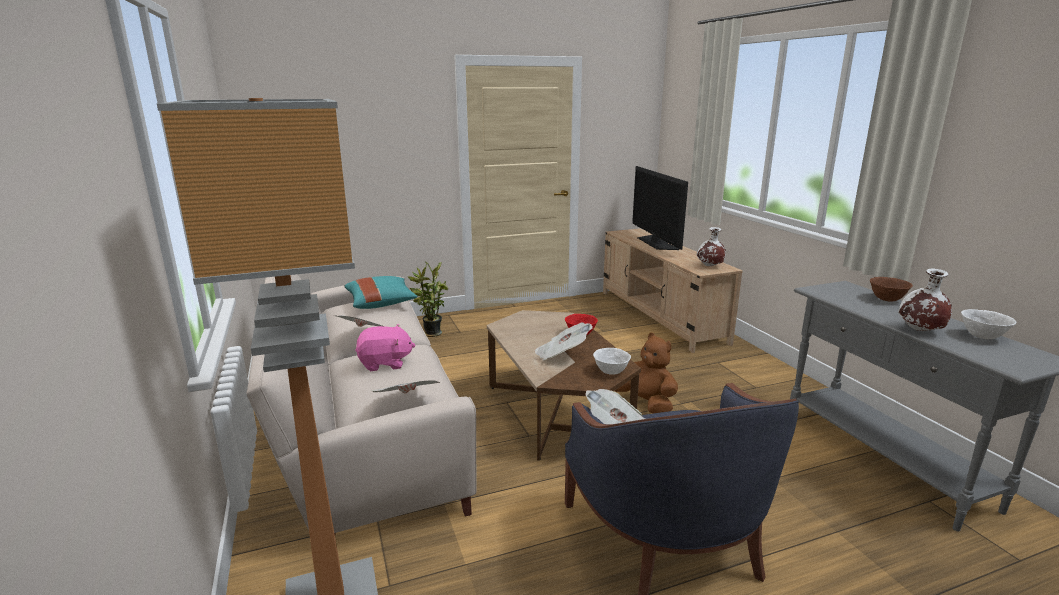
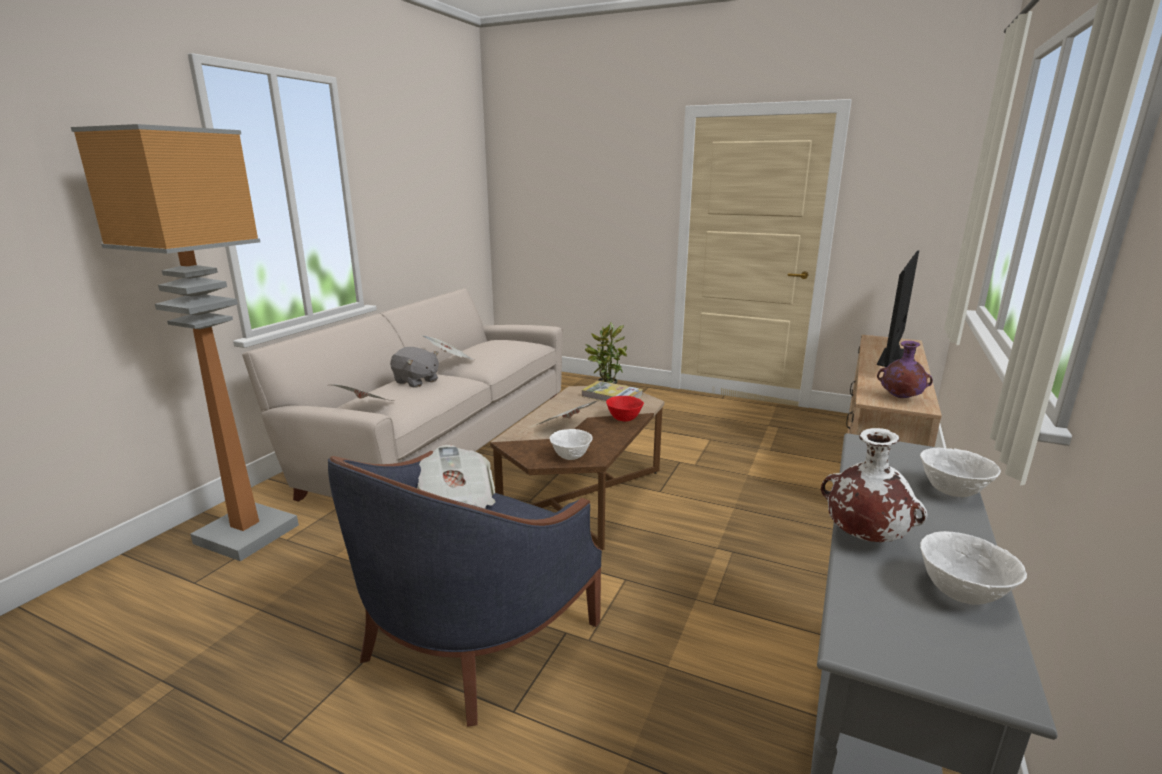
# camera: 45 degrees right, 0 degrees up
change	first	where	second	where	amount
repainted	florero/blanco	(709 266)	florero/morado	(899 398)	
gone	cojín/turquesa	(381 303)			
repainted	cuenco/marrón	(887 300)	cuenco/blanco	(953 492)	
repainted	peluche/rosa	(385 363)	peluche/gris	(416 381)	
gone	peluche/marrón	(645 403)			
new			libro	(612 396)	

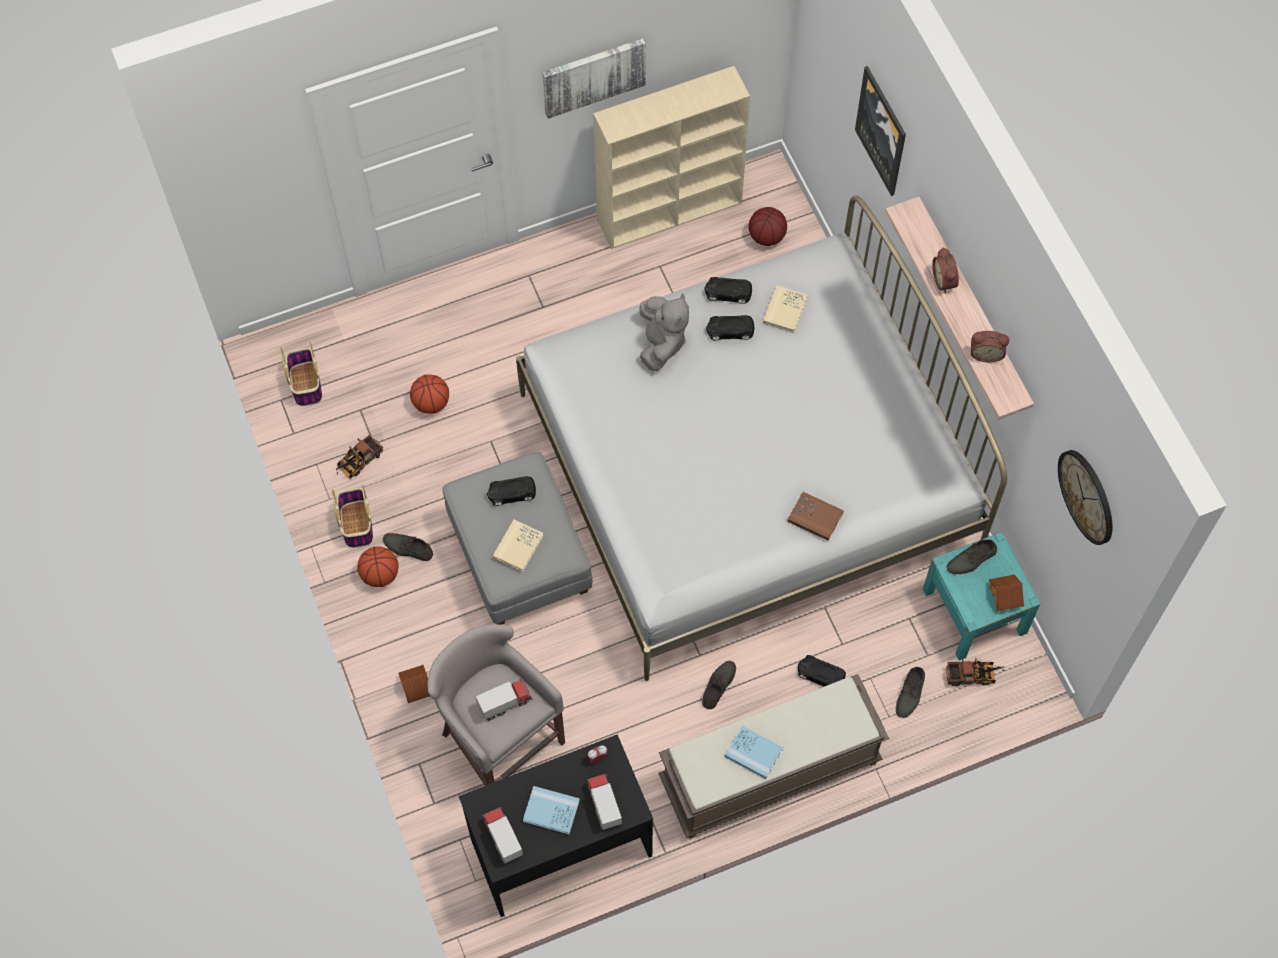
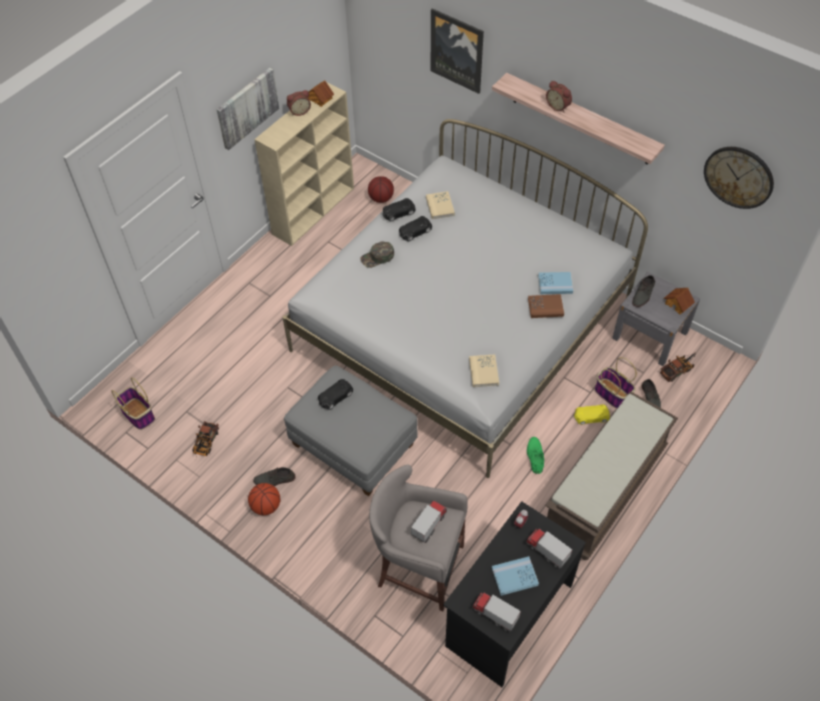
# camera: 30 degrees left, 10 degrees down
change	first	where	second	where	amount
swapped	peluche/gris	(661 343)	gorra/verde	(377 257)	
shifted	despertador	(986 353)		(299 111)	
gone	balón de baloncesto	(431 403)			
shifted	cesta	(356 524)		(611 394)	
shifted	libro/beis	(518 546)		(483 371)	
repainted	mesita de noche/turquesa	(974 611)	mesita de noche/gris	(650 335)	
repainted	coche de juguete/negro	(820 674)	coche de juguete/amarillo	(591 416)	
repainted	zapato/gris	(718 685)	zapato/verde	(535 456)	
shifted	casita	(415 686)		(319 99)	
shifted	libro/azul	(753 753)		(555 284)	

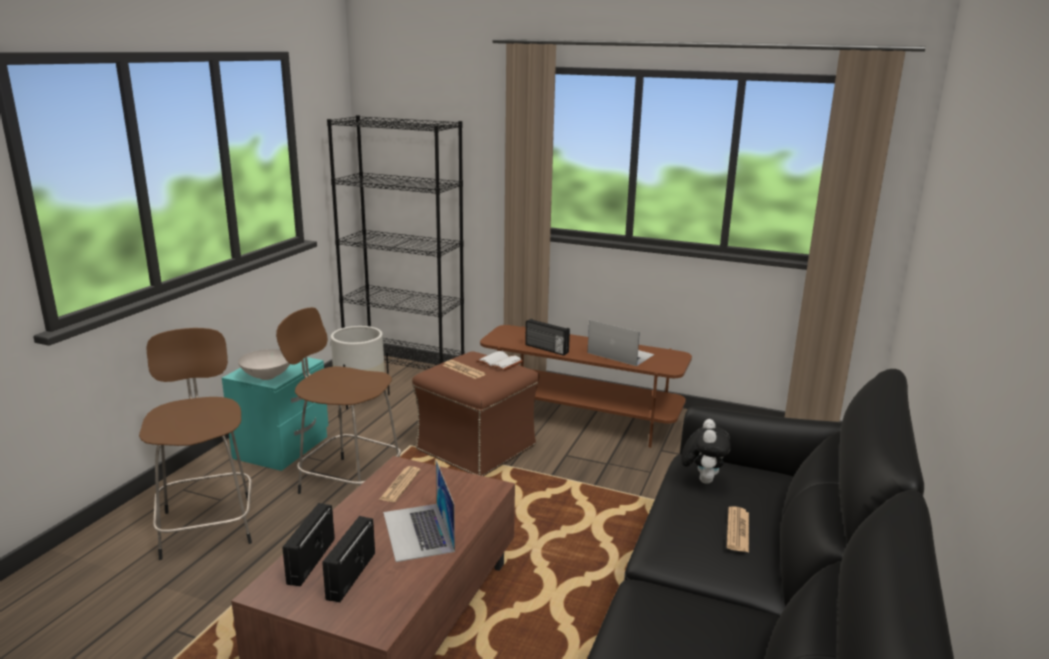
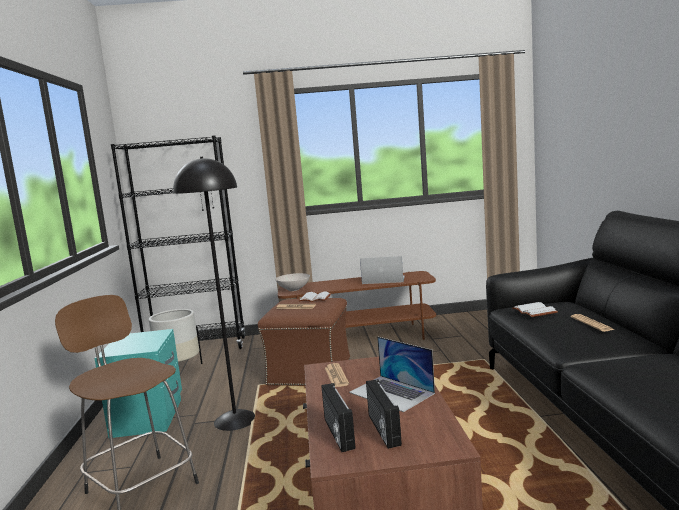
# camera: 25 degrees left, 10 degrees down
change	first	where	second	where	amount
swapped	taburete/marrón	(348 482)	lámpara de pie/negro	(235 419)	
gone	radio	(546 349)			
shifted	cuenco/blanco	(268 376)		(294 289)	
swapped	peluche	(702 479)	libro/blanco	(533 311)	

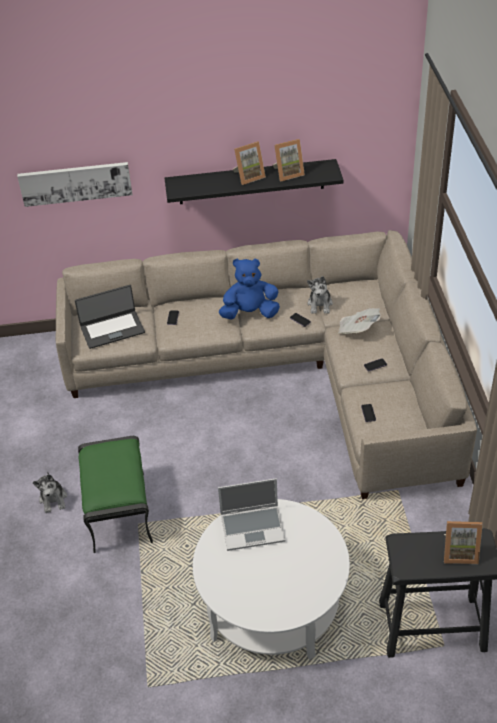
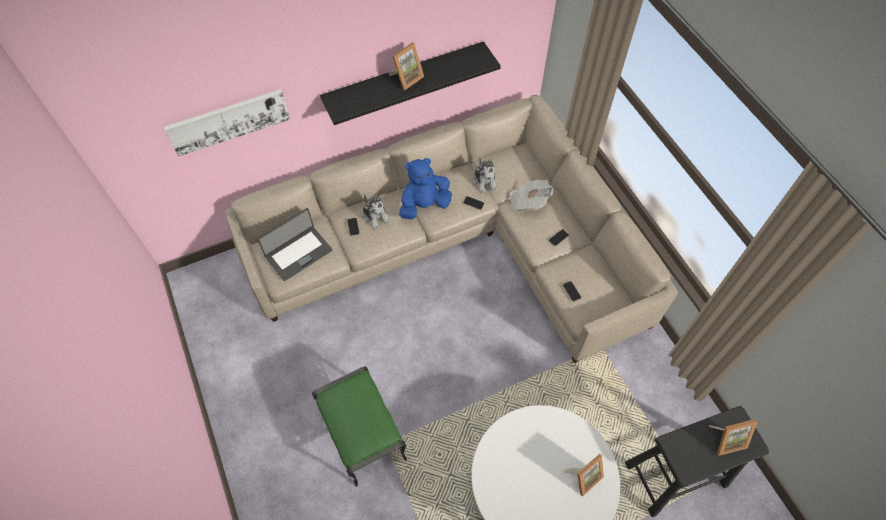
# camera: 20 degrees left, 15 degrees up
change	first	where	second	where	amount
shifted	portarretratos	(288 173)		(584 476)	
shifted	peluche	(53 499)		(375 216)	
gone	portátil	(253 527)			

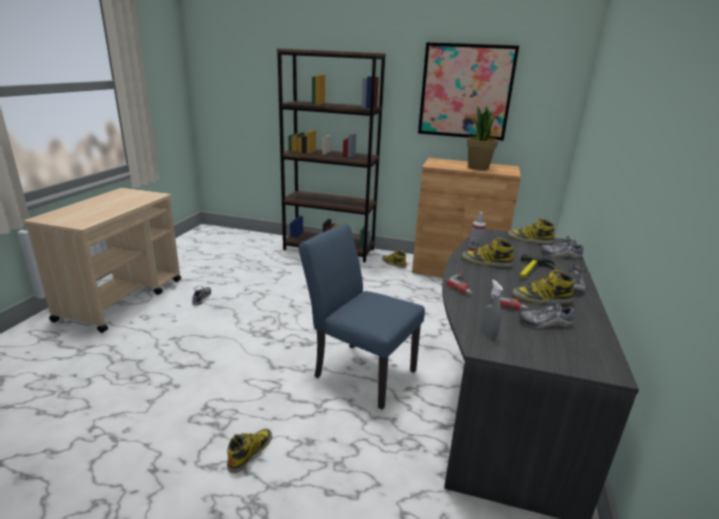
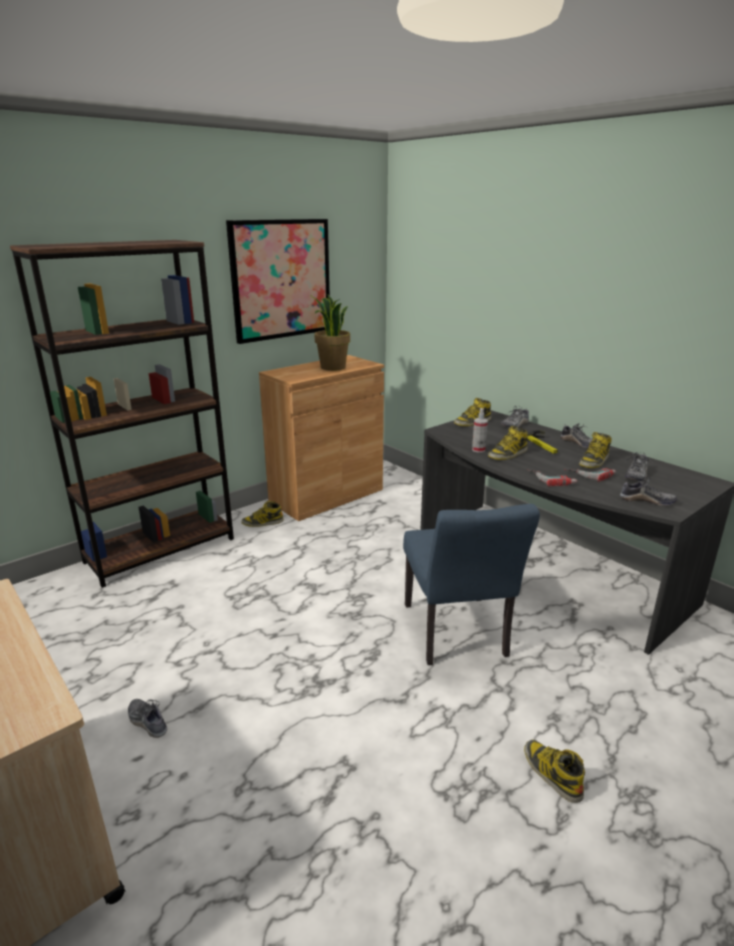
# camera: 55 degrees left, 0 degrees up
change	first	where	second	where	amount
rotated	silla/azul	(358 371)		(457 635)	75 degrees counterclockwise
swapped	pulverizador/gris	(488 333)	zapato	(646 501)	

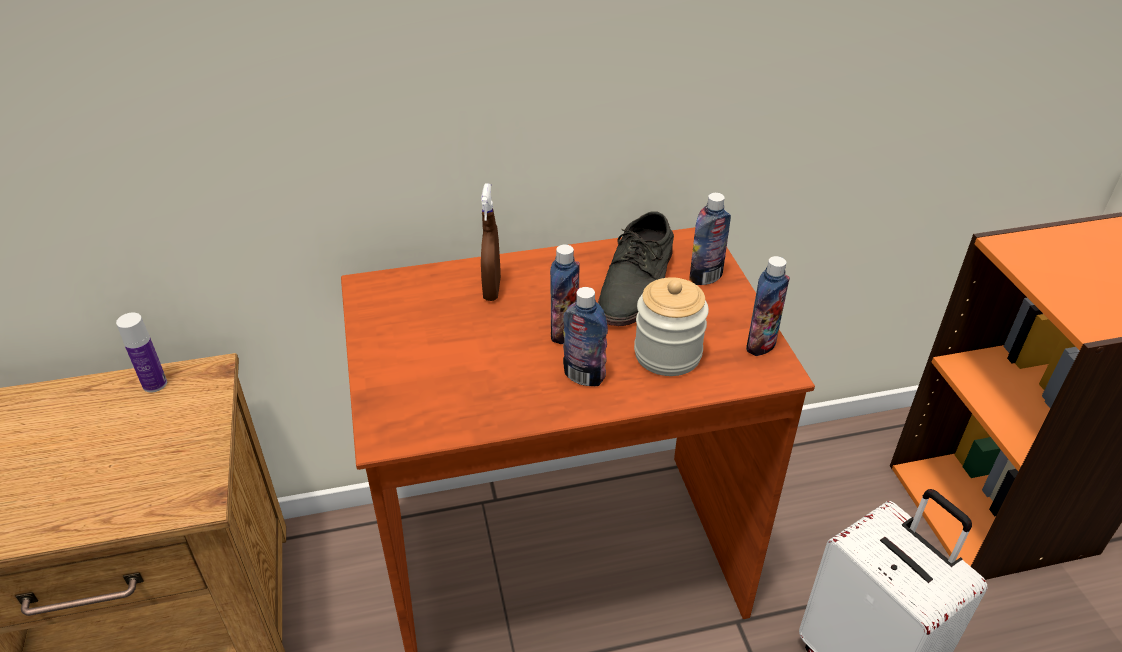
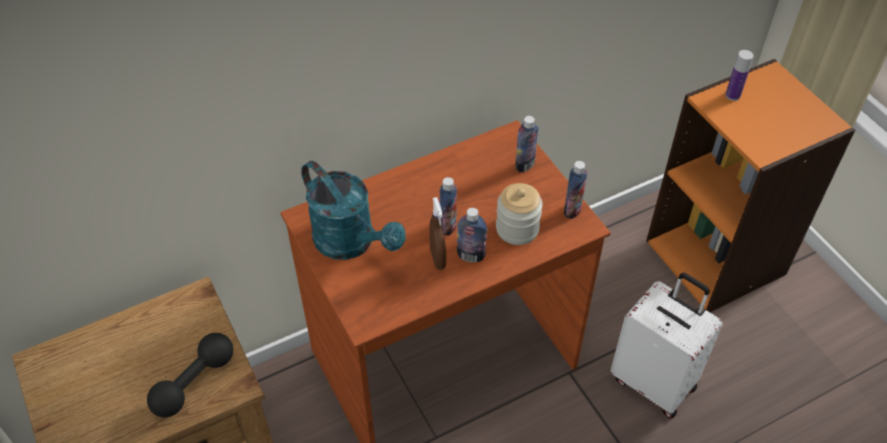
# camera: 15 degrees left, 10 degrees up
change	first	where	second	where	amount
shifted	pulverizador/marrón	(492 289)		(437 258)	
gone	zapato/gris	(637 284)			
shifted	botella	(155 384)		(732 95)	
new			regadera/turquesa	(352 243)	
new			mancuerna/negro	(194 383)	

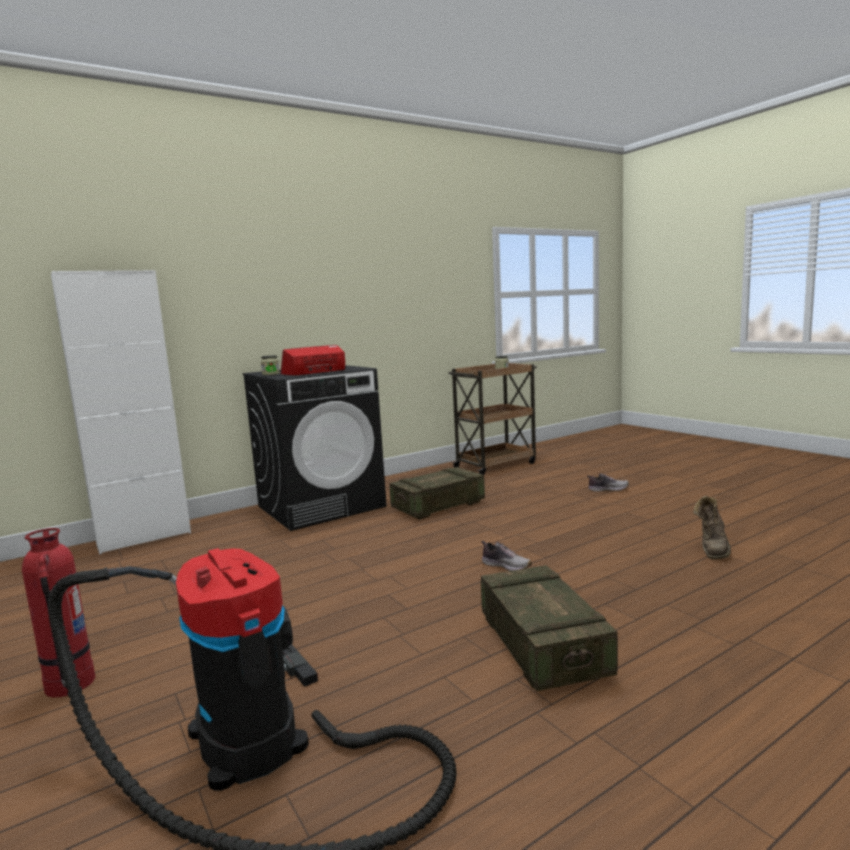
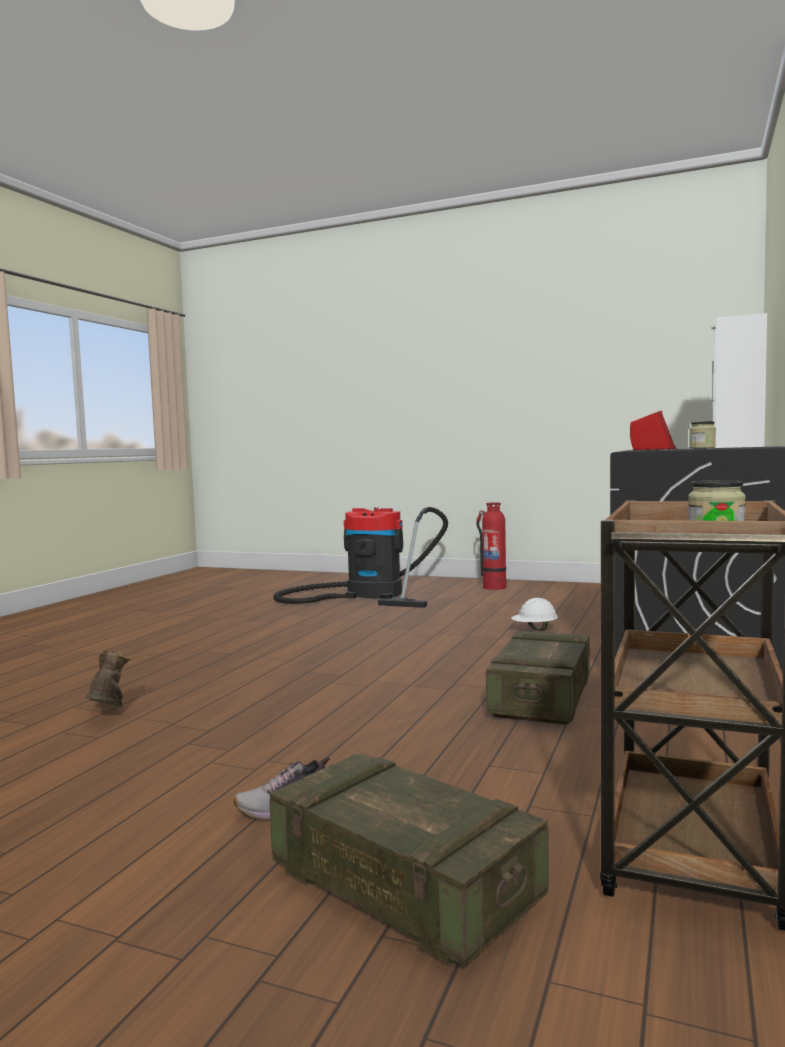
# camera: 145 degrees right, 5 degrees down
change	first	where	second	where	amount
gone	zapato	(506 566)			
shifted	caja de embalaje	(543 646)		(404 887)	
new			casco/blanco	(534 630)	

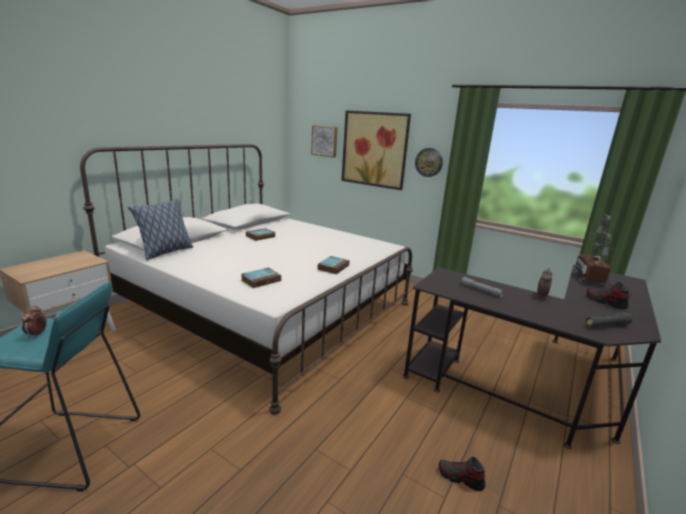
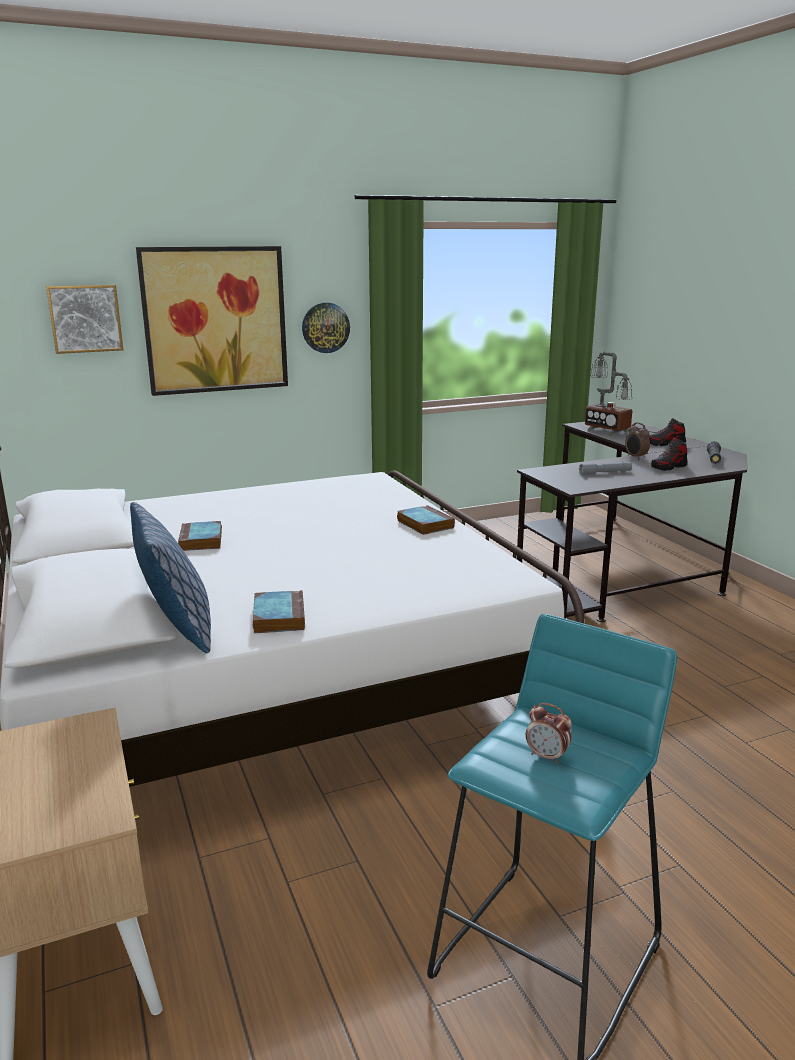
# camera: 55 degrees left, 0 degrees up
change	first	where	second	where	amount
shifted	libro	(261 280)		(278 616)	
shifted	zapato	(460 478)		(668 467)	

